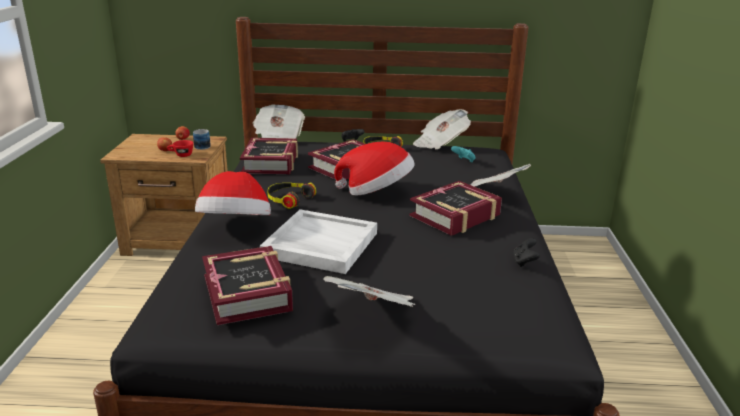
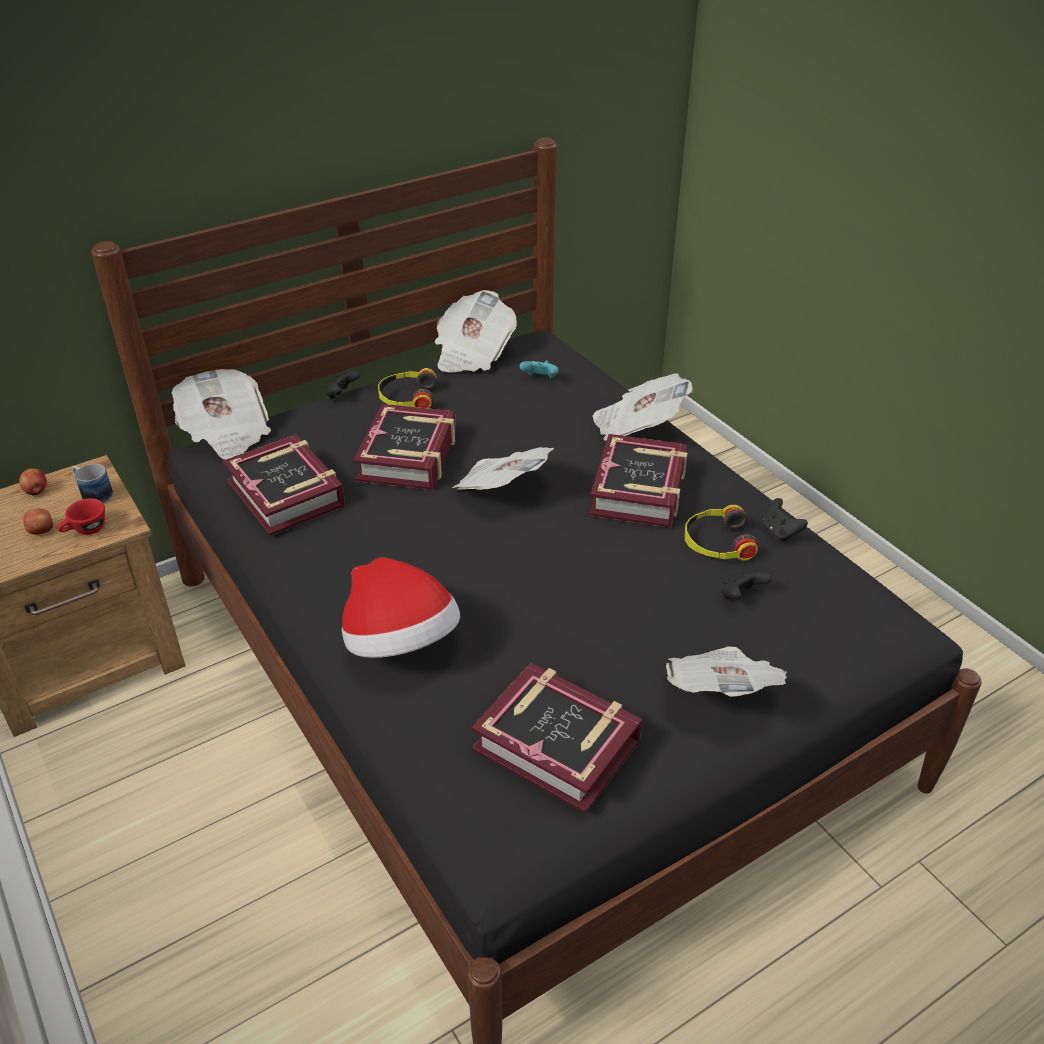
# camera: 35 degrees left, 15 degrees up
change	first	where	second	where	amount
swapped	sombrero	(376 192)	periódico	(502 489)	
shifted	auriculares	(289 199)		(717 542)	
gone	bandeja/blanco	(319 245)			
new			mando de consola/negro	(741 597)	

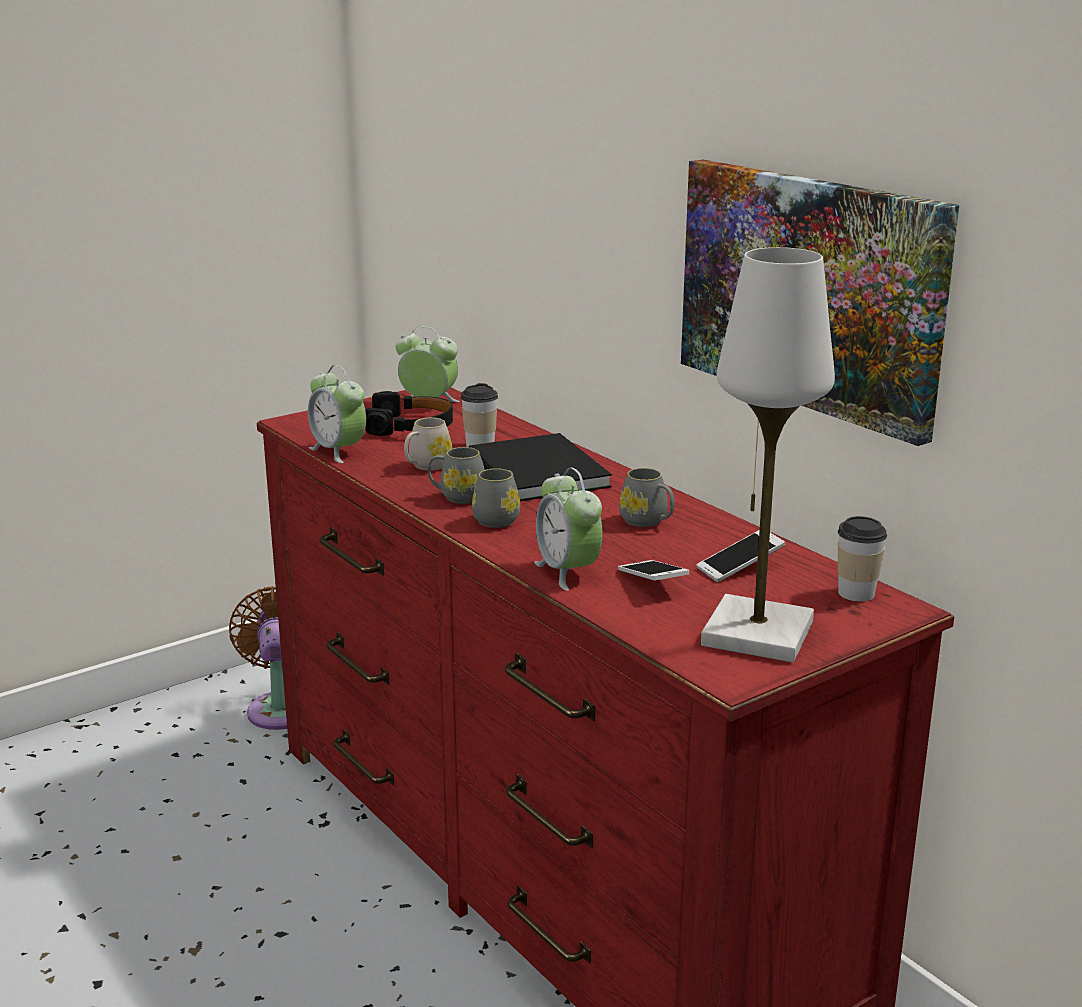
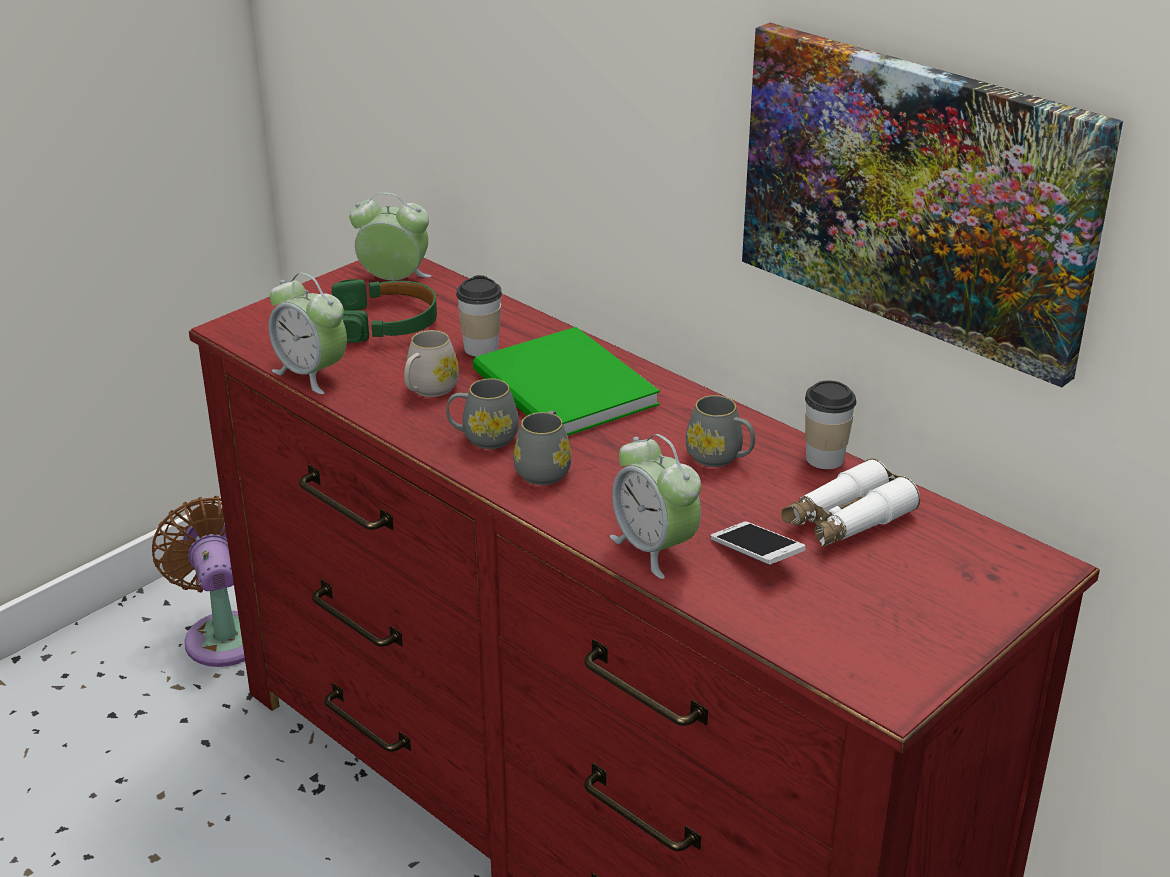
# camera: 10 degrees left, 10 degrees up
change	first	where	second	where	amount
gone	lámpara de mesa/blanco	(757 634)			
repainted	auriculares/negro	(411 426)	auriculares/verde	(385 323)	
repainted	libro/negro	(535 474)	libro/verde	(563 391)	
shifted	taza	(856 593)		(824 459)	
swapped	móvil	(740 567)	prismáticos/blanco	(846 520)	

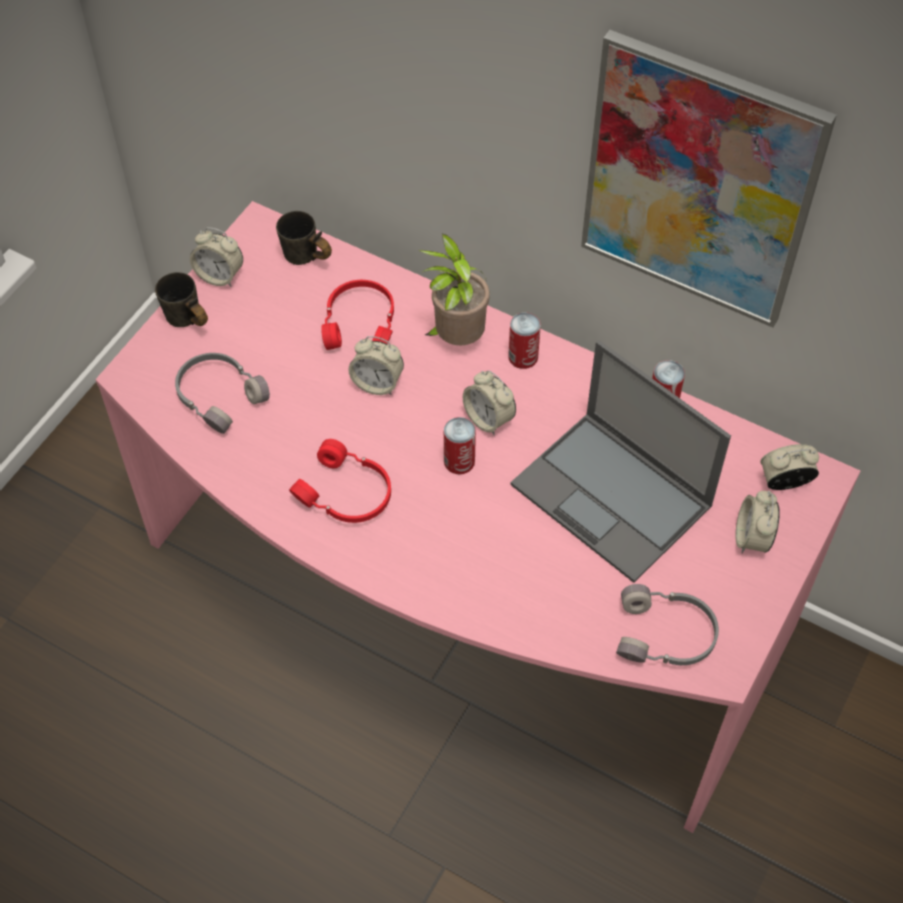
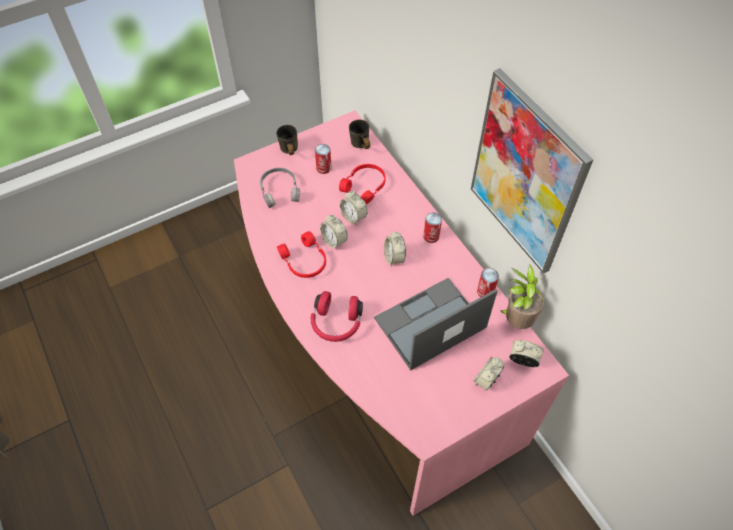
# camera: 30 degrees right, 0 degrees up
change	first	where	second	where	amount
shifted	despertador	(220 276)		(334 241)	
shifted	planta en maceta	(456 339)		(516 321)	
rotated	portátil	(613 496)		(429 324)	75 degrees clockwise
shifted	lata	(459 461)		(324 168)	
gone	auriculares/gris	(666 636)			
new			auriculares/rojo	(336 323)	

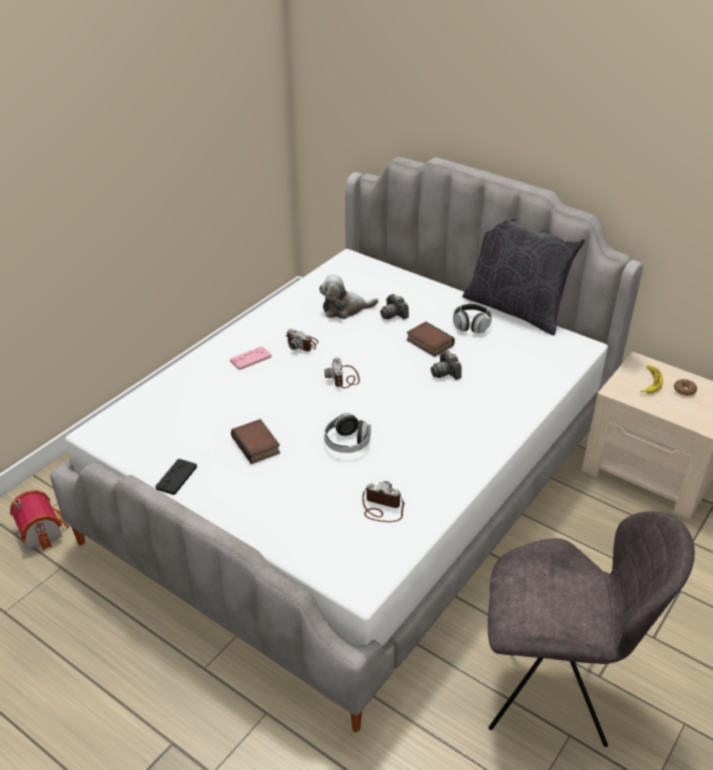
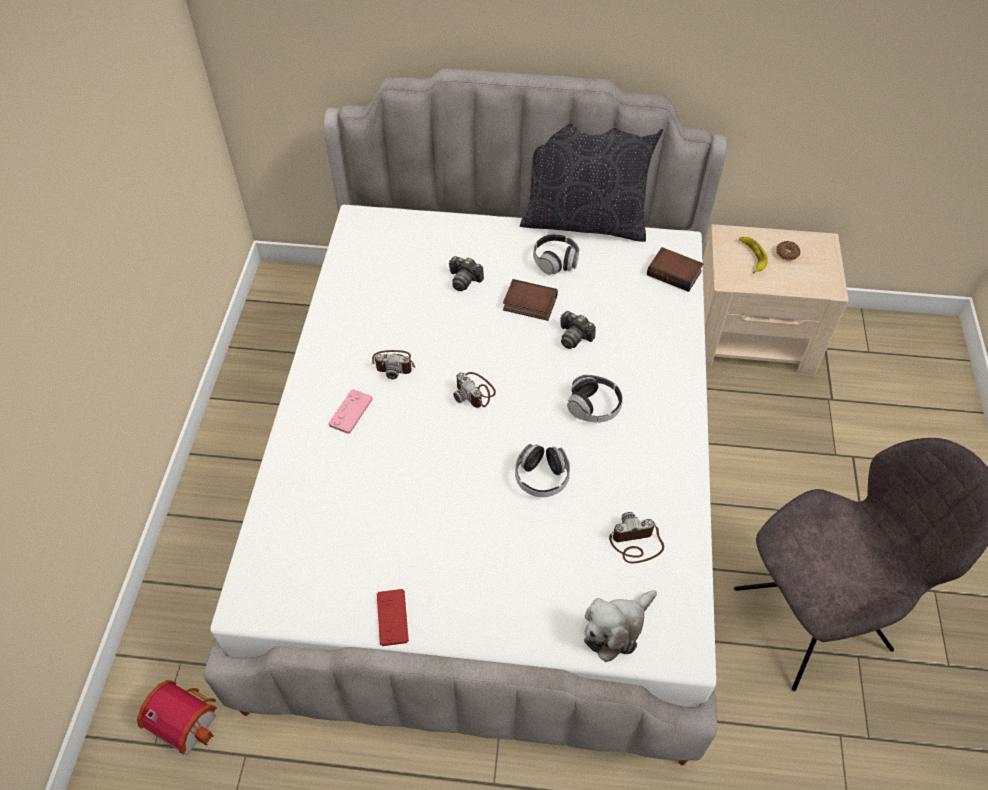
# camera: 30 degrees left, 15 degrees up
change	first	where	second	where	amount
shifted	peluche	(345 309)		(616 628)	
shifted	libro	(257 445)		(675 272)	
repainted	mando de consola/negro	(176 477)	mando de consola/rojo	(392 617)	
new			auriculares	(594 407)	

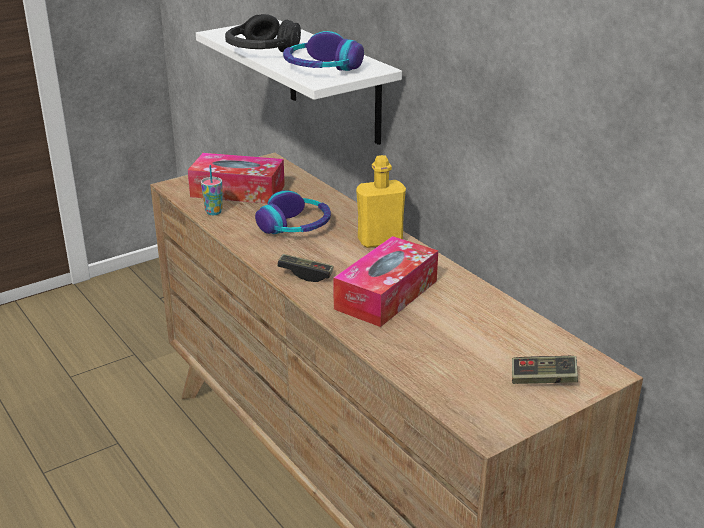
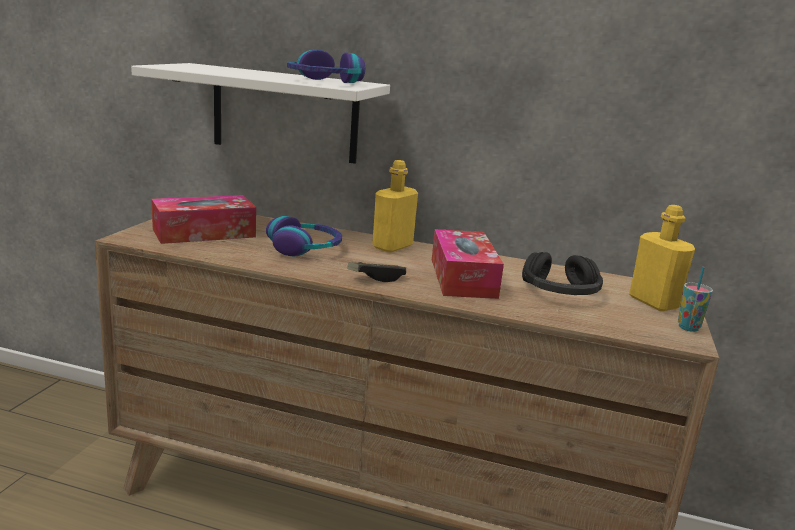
# camera: 40 degrees left, 10 degrees down
change	first	where	second	where	amount
shifted	auriculares/negro	(261 50)		(560 292)	
shifted	taza	(214 212)		(688 328)	
swapped	mando de consola	(543 379)	botella/amarillo	(653 302)	

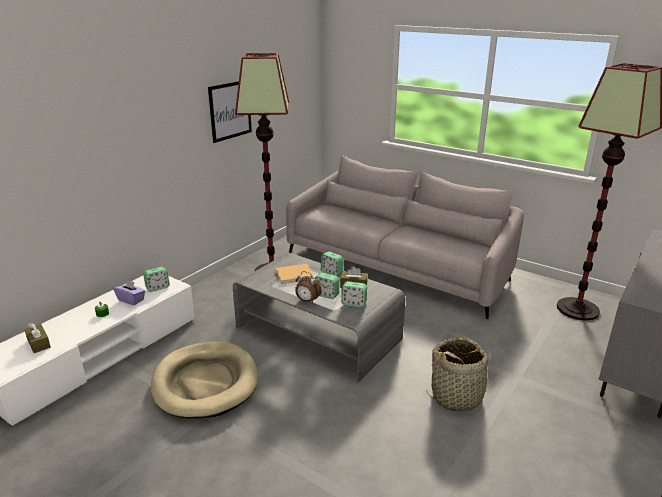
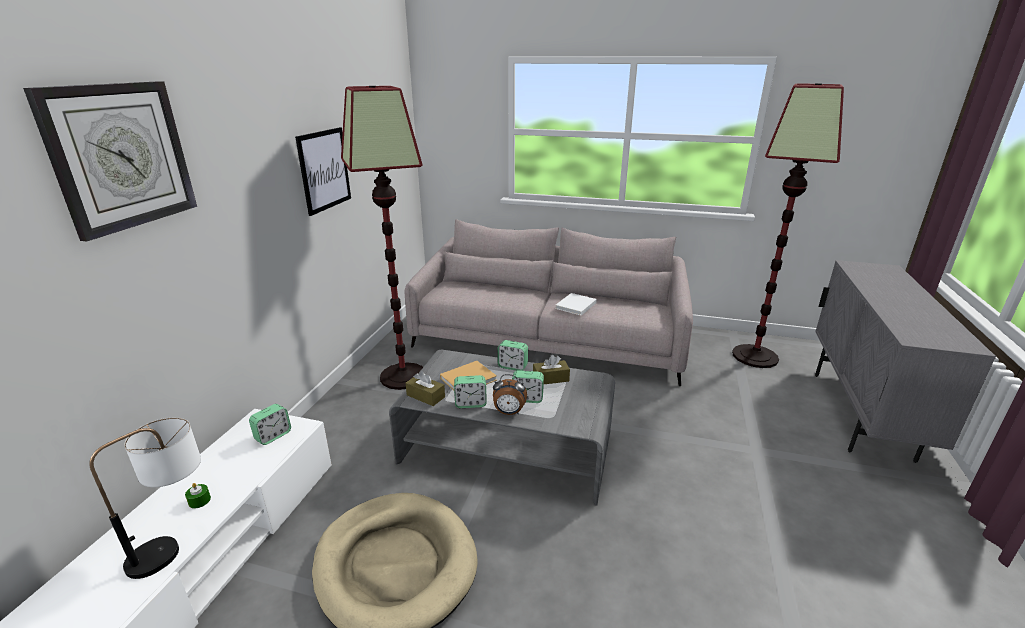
# camera: 20 degrees left, 0 degrees up
change	first	where	second	where	amount
gone	caja de pañuelos/morado	(131 300)			
shifted	despertador	(354 303)		(470 403)	
shifted	caja de pañuelos/marrón	(39 343)		(425 396)	
gone	cesta	(457 395)			
new			reloj de pared	(121 156)	
new			libro/blanco	(575 306)	
new			lámpara de mesa	(177 543)	

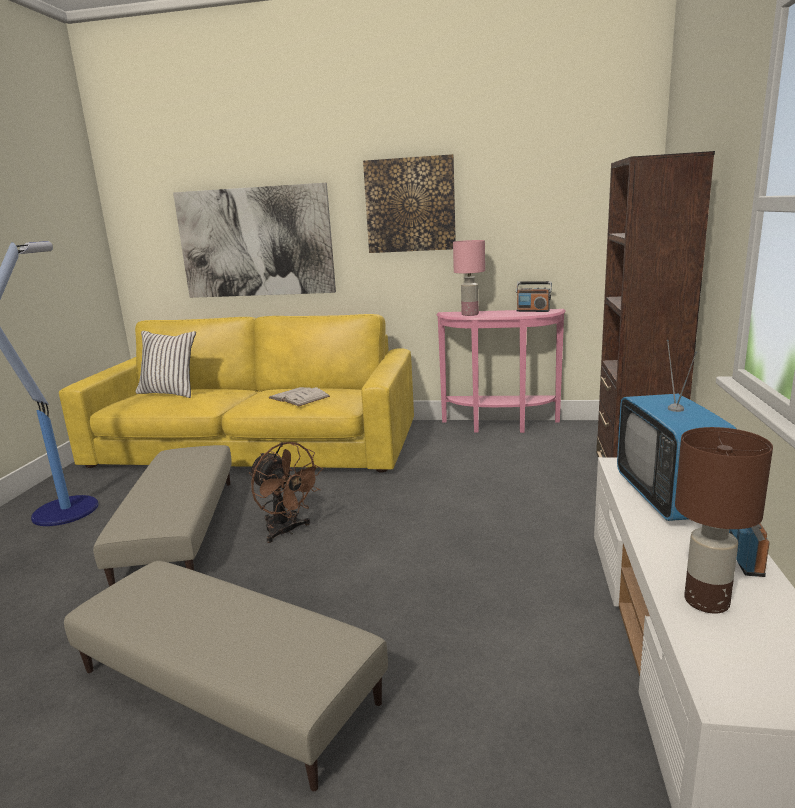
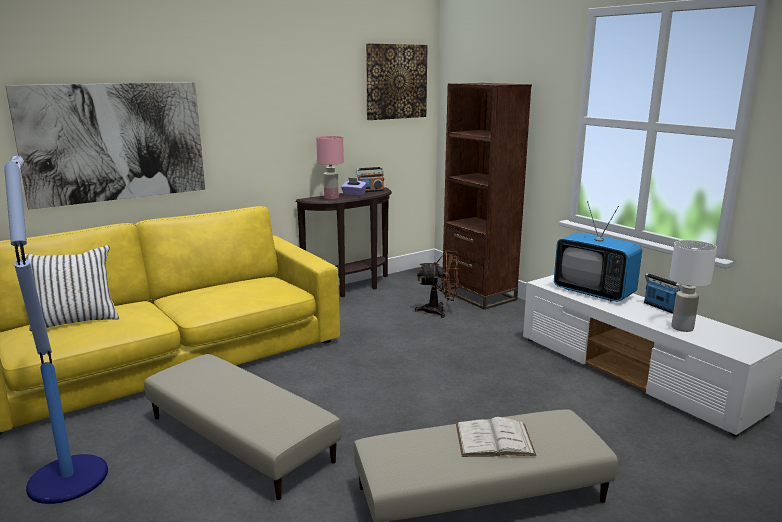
# camera: 45 degrees left, 0 degrees up
change	first	where	second	where	amount
shifted	cuadro	(410 205)		(396 81)	
repainted	mesa consola/rosa	(500 426)	mesa consola/marrón	(352 288)	
shifted	libro/blanco	(299 397)		(494 439)	
repainted	lámpara de mesa/marrón	(707 601)	lámpara de mesa/blanco	(682 327)	
shifted	ventilador/marrón	(287 531)		(439 311)	
new			caja de pañuelos/morado	(353 195)	

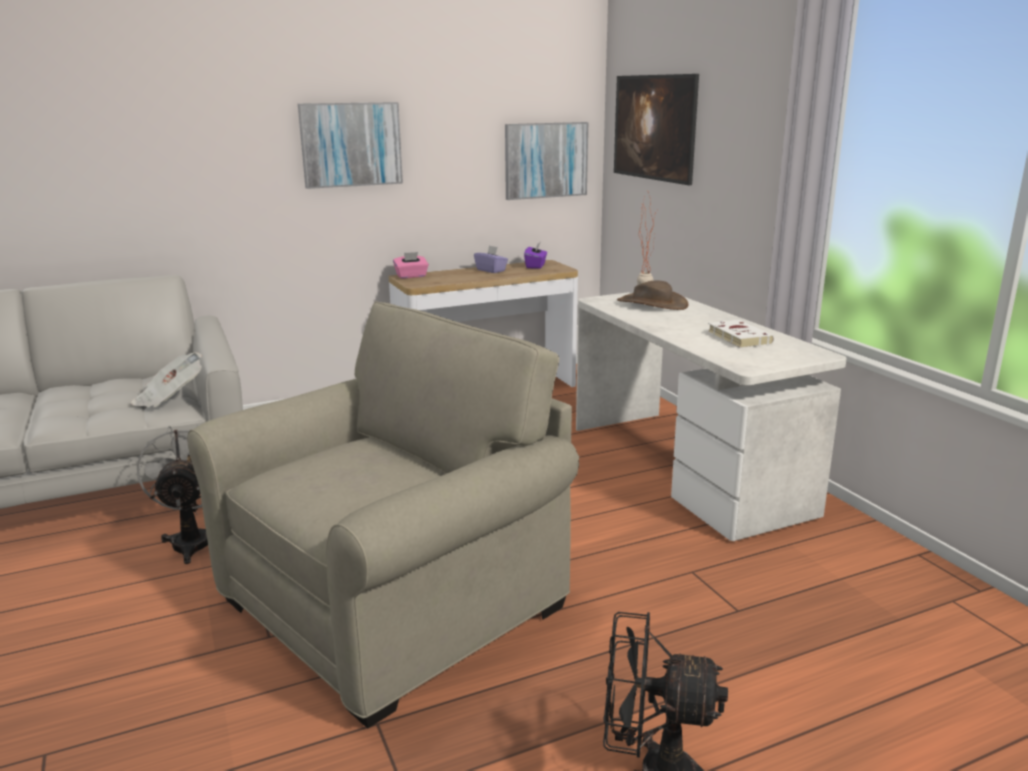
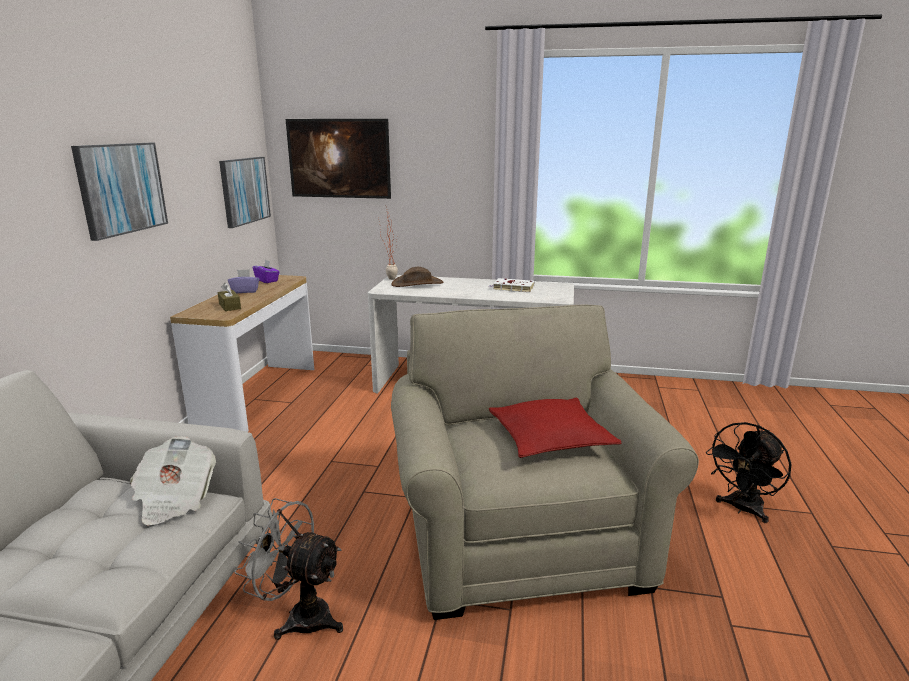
# camera: 55 degrees left, 0 degrees up
change	first	where	second	where	amount
gone	caja de pañuelos/rosa	(411 276)			
new			caja de pañuelos/marrón	(230 306)	
new			cojín/rojo	(550 439)	

